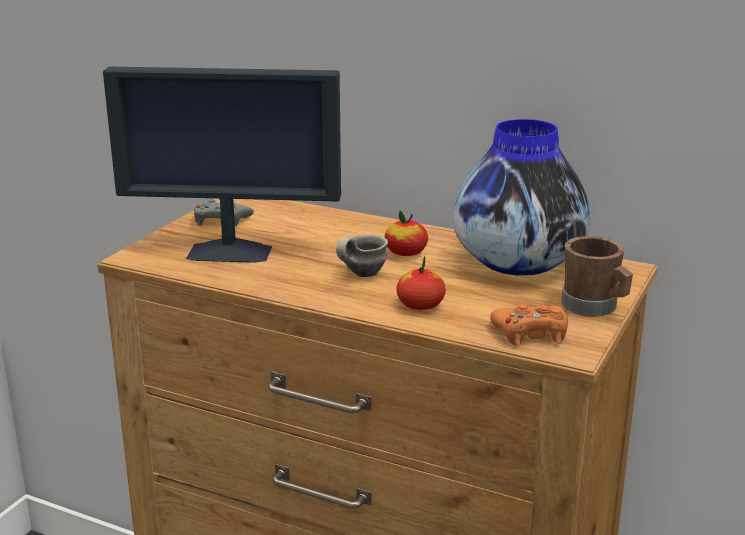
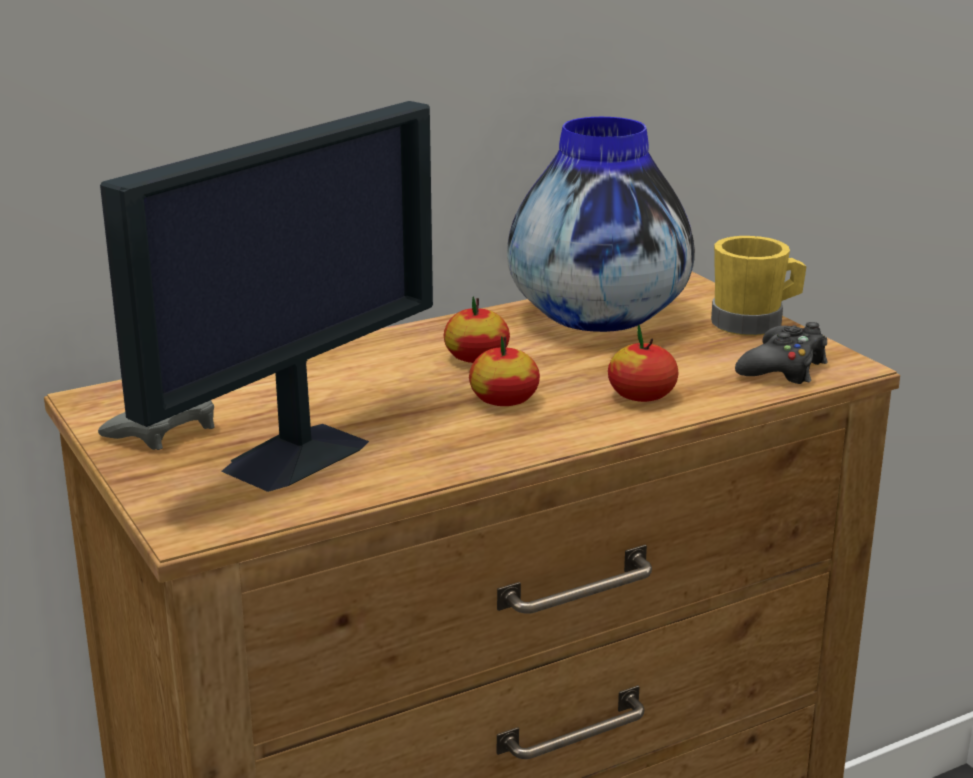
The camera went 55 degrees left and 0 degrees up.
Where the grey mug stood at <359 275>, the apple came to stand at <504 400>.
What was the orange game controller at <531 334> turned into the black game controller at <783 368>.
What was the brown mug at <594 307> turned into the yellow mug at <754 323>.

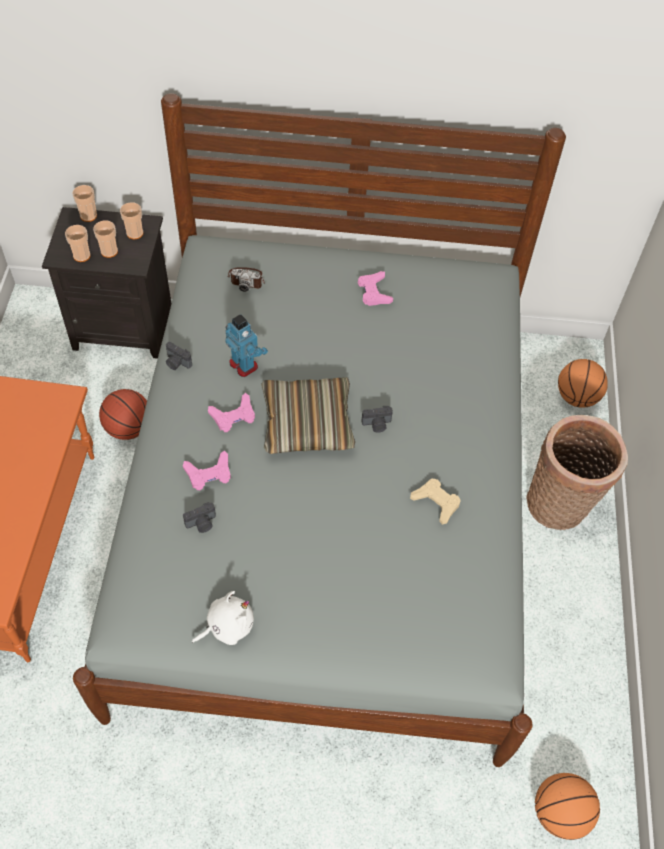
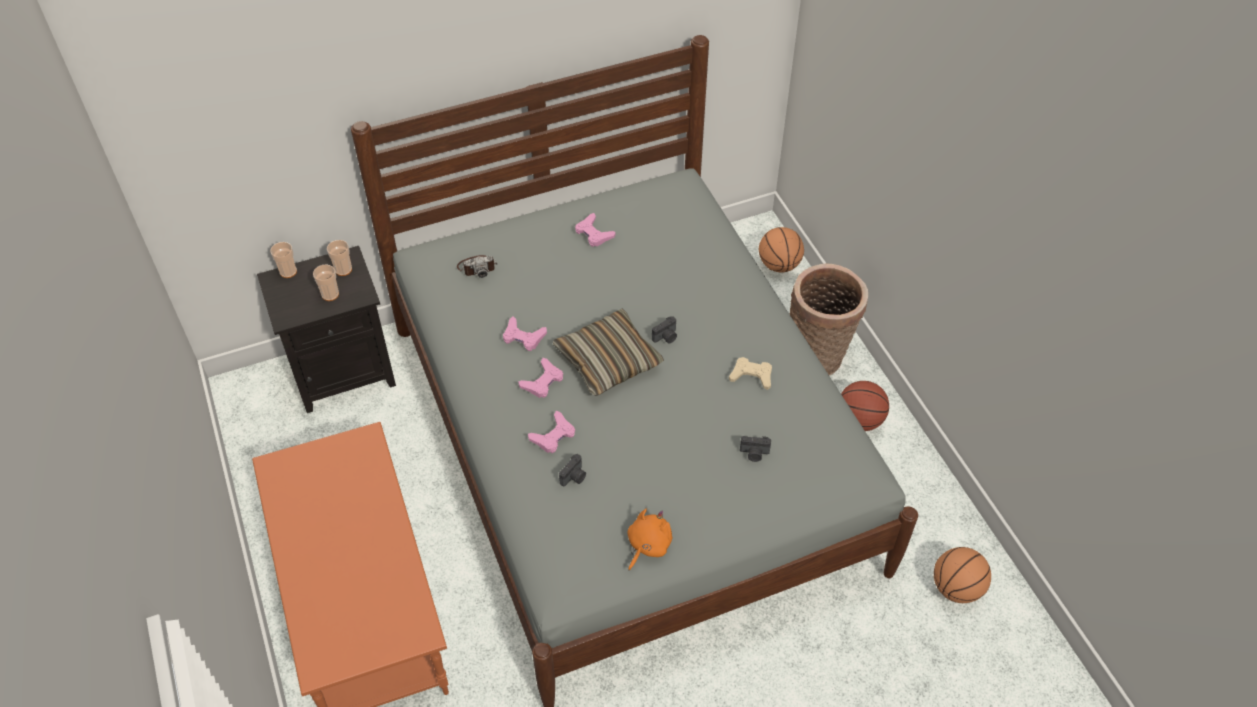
The camera went 25 degrees left and 5 degrees down.
The second view lost the cup at <81 255>.
The basketball ended up elsewhere, having gone from <129 428> to <859 420>.
The photo camera ended up elsewhere, having gone from <177 363> to <754 454>.
What was the white plush toy at <227 626> turned into the orange plush toy at <647 545>.
Where the toy robot stood at <244 365>, the pink game controller came to stand at <523 337>.

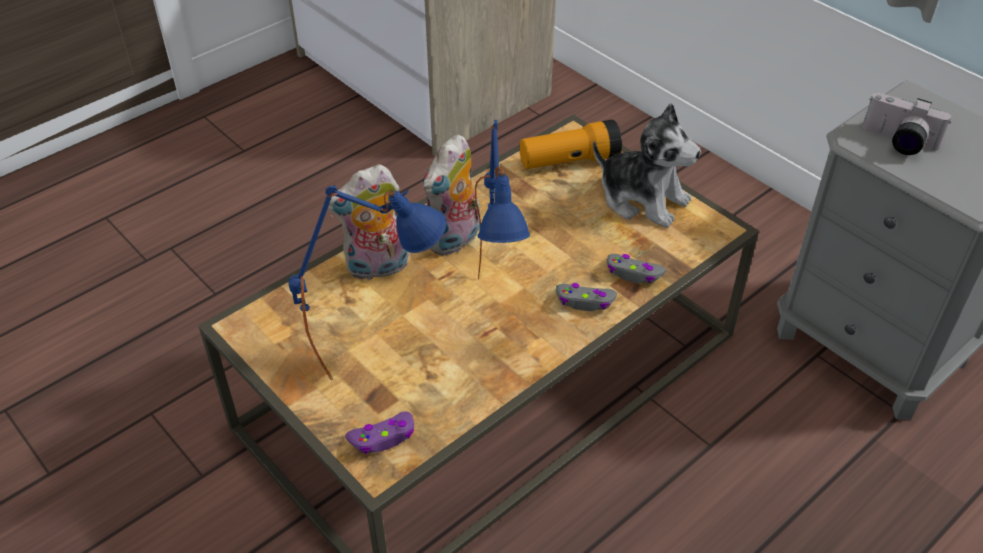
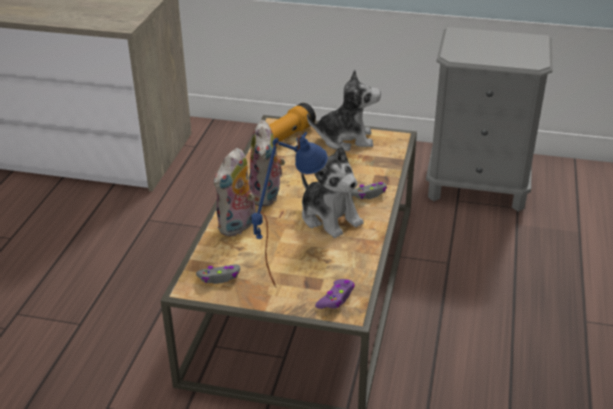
The camera went 35 degrees left and 10 degrees down.
Where the blue table lamp stood at <498 312>, the plush toy came to stand at <330 217>.
The grey game controller ended up elsewhere, having gone from <633 274> to <219 277>.
The second view lost the photo camera at <897 142>.

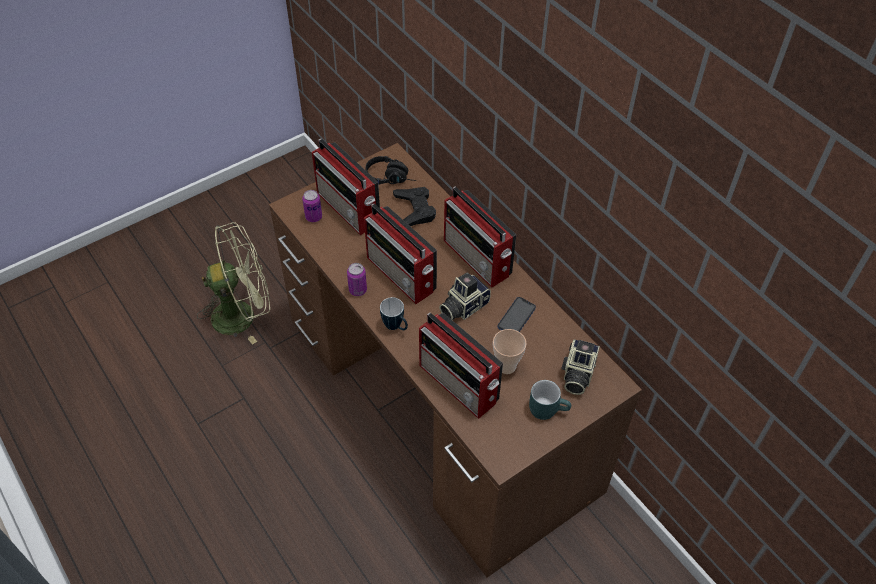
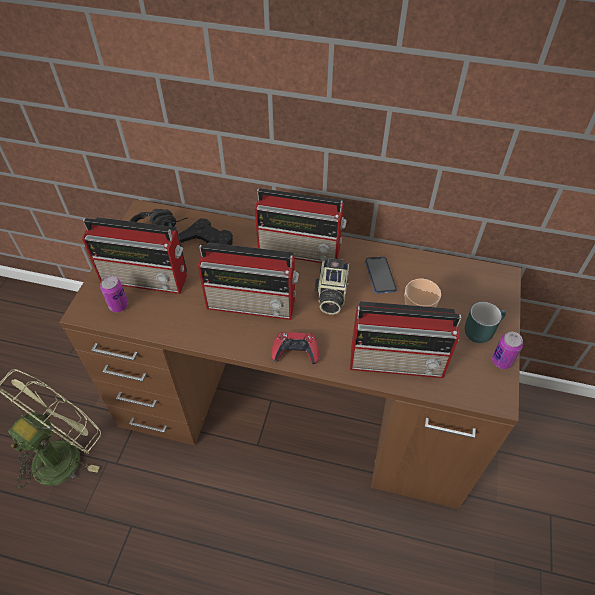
The camera went 40 degrees left and 0 degrees up.
The can ended up elsewhere, having gone from <358 290> to <501 361>.
Where the mug stood at <396 327>, the red game controller came to stand at <295 351>.
The second view lost the photo camera at <577 374>.

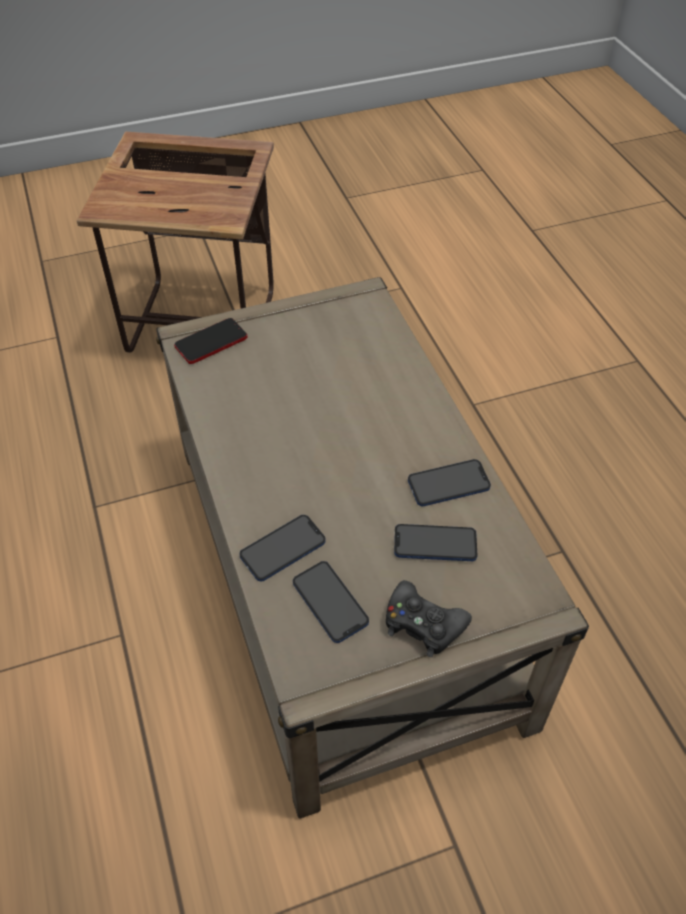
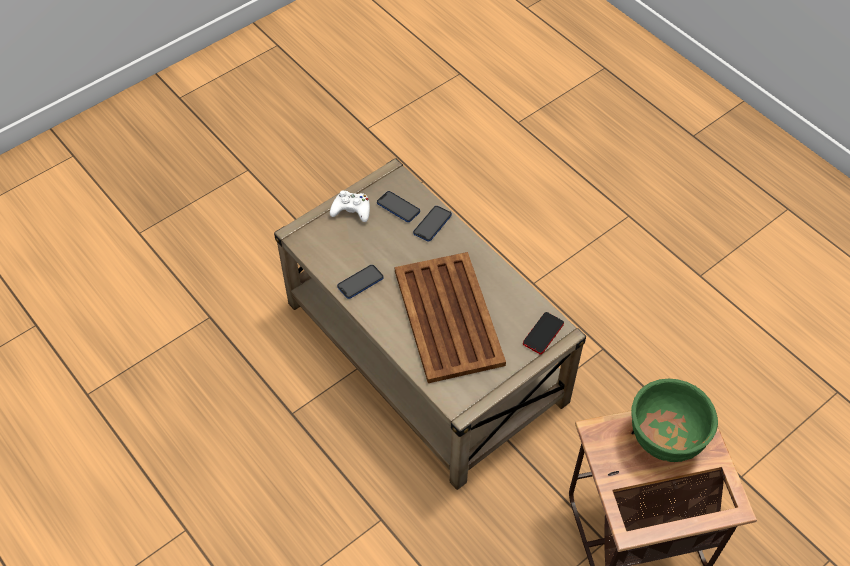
The camera went 160 degrees right and 5 degrees up.
What was the black game controller at <423 624> turned into the white game controller at <351 210>.
The second view lost the phone at <435 544>.
The second view gained the brown tray at <448 318>.
The second view gained the green bowl at <665 437>.

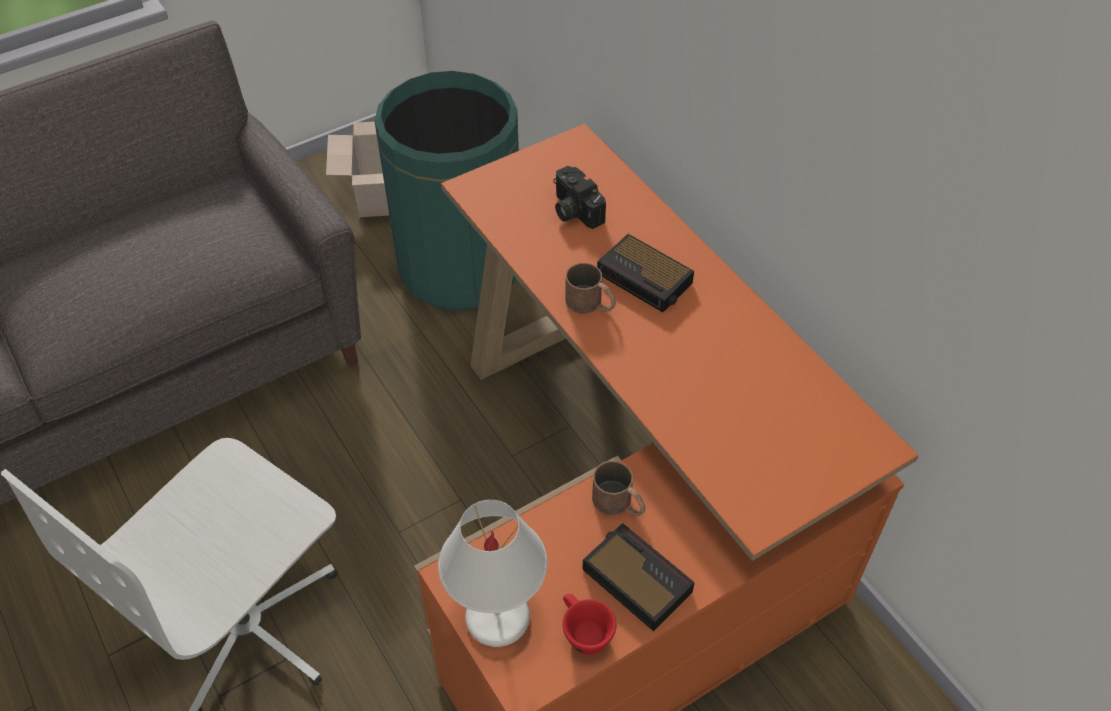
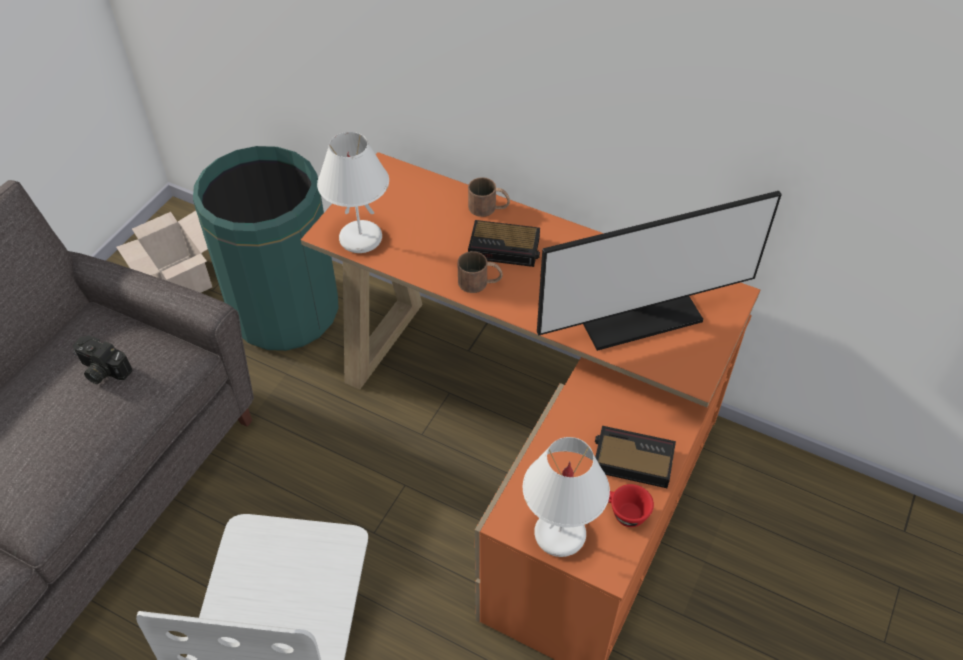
The camera went 30 degrees left and 0 degrees up.
The photo camera ended up elsewhere, having gone from <573 210> to <101 370>.
The brown mug ended up elsewhere, having gone from <619 504> to <489 207>.
The second view gained the white table lamp at <360 239>.
The second view gained the monitor at <639 316>.

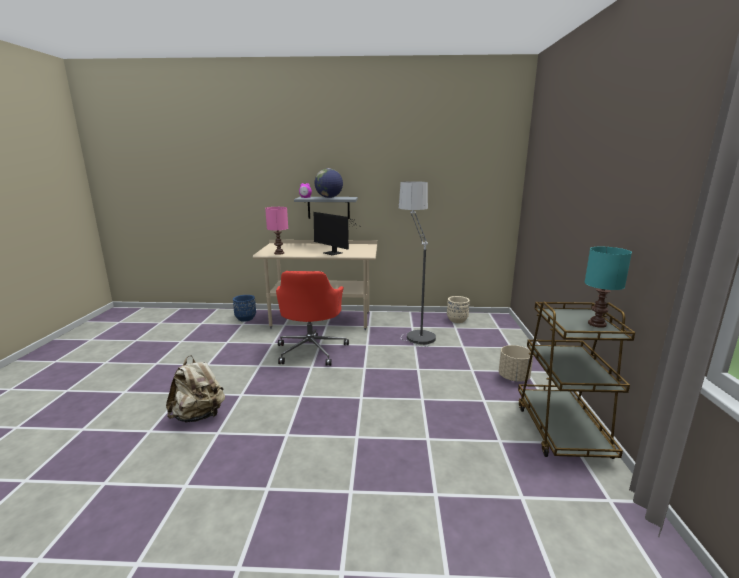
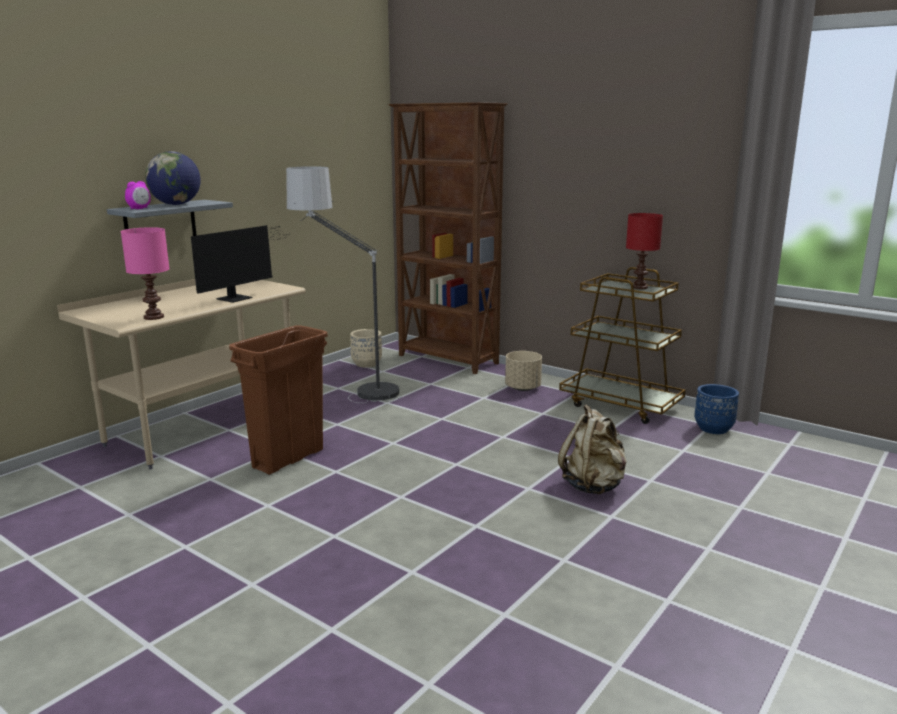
The camera went 55 degrees left and 0 degrees up.
The beige backpack ended up elsewhere, having gone from <199 416> to <593 486>.
The blue planter ended up elsewhere, having gone from <245 318> to <713 428>.
Where the red office chair stood at <311 350>, the brown trash can came to stand at <288 459>.
The monitor at <334 253> ended up facing another way, 45 degrees counterclockwise from before.
What was the turquoise table lamp at <597 324> turned into the red table lamp at <640 287>.
The second view gained the brown bookcase at <448 360>.

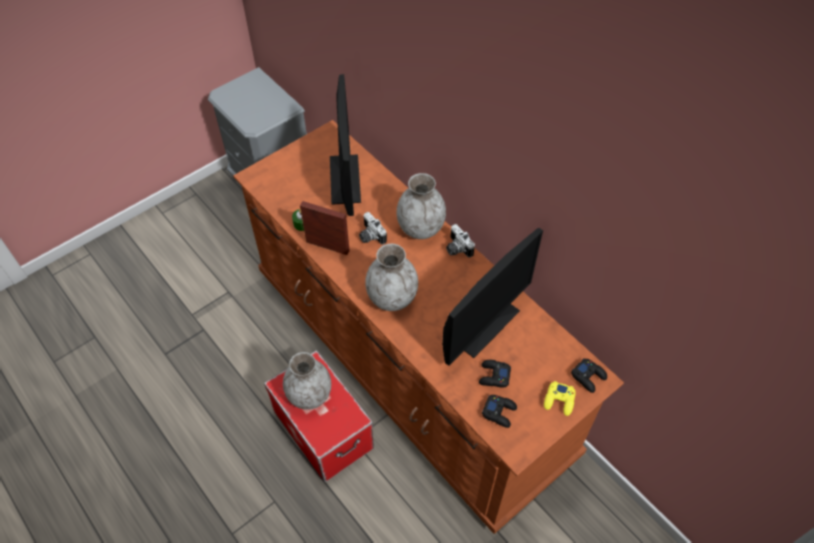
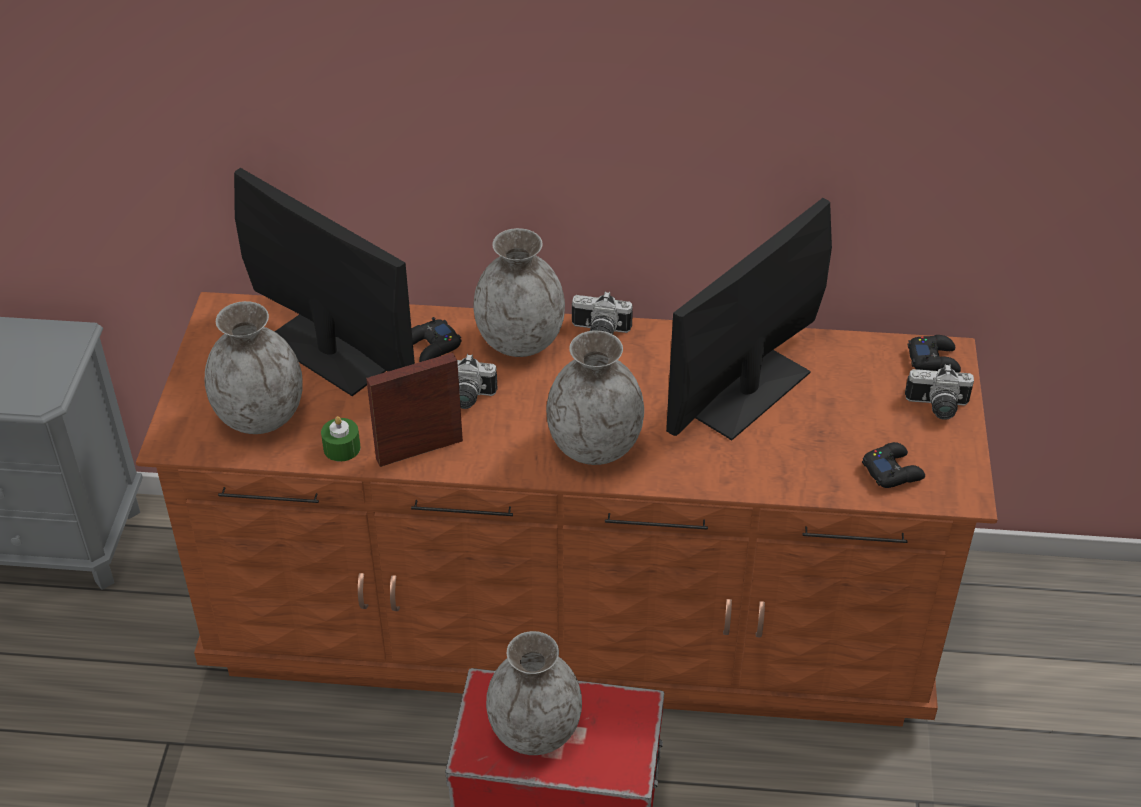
The camera went 45 degrees left and 10 degrees down.
The monitor at <484 324> ended up facing another way, 135 degrees counterclockwise from before.
The black game controller ended up elsewhere, having gone from <494 376> to <432 347>.
Where the yellow game controller stood at <559 400>, the photo camera came to stand at <937 407>.
The second view gained the grey vase at <261 416>.

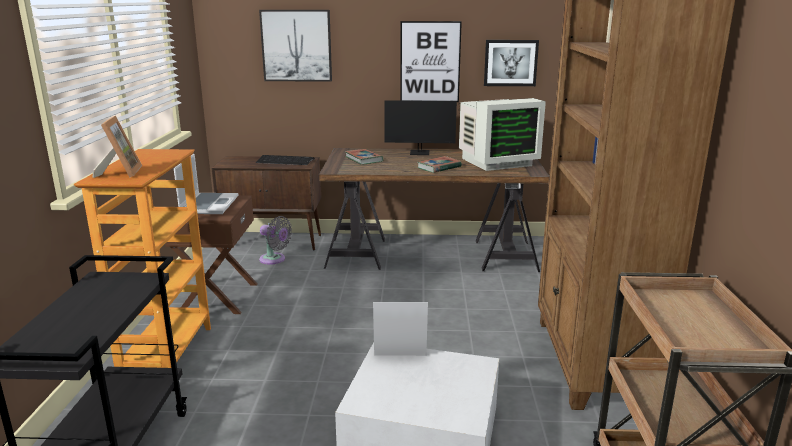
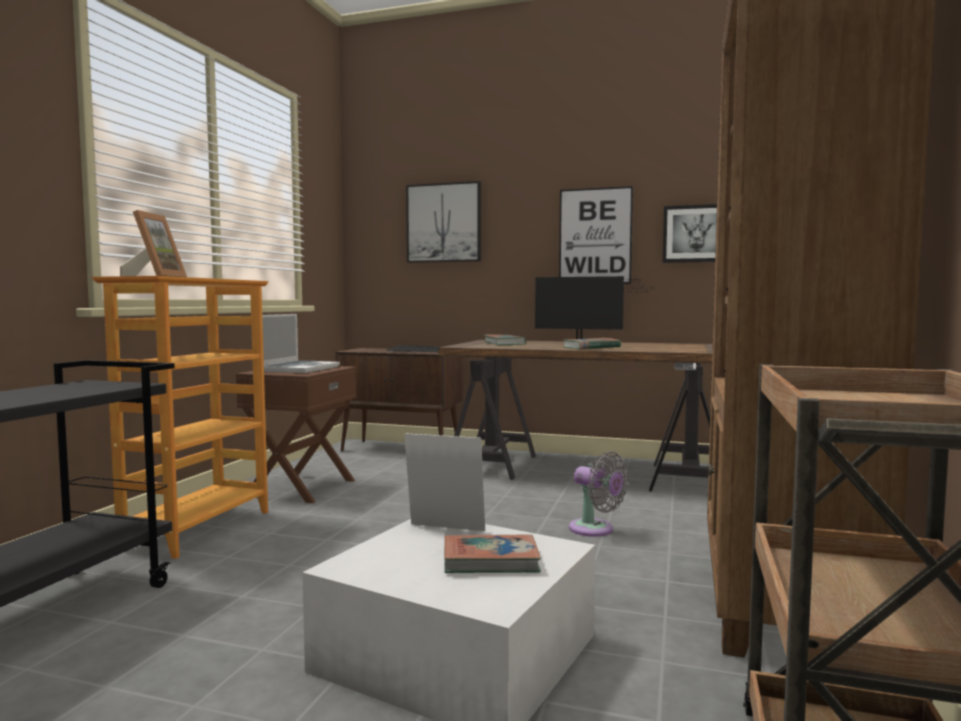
The camera went 15 degrees right and 15 degrees down.
The grey fan ended up elsewhere, having gone from <274 260> to <595 530>.
The second view lost the monitor at <496 162>.
The second view gained the book at <490 560>.

